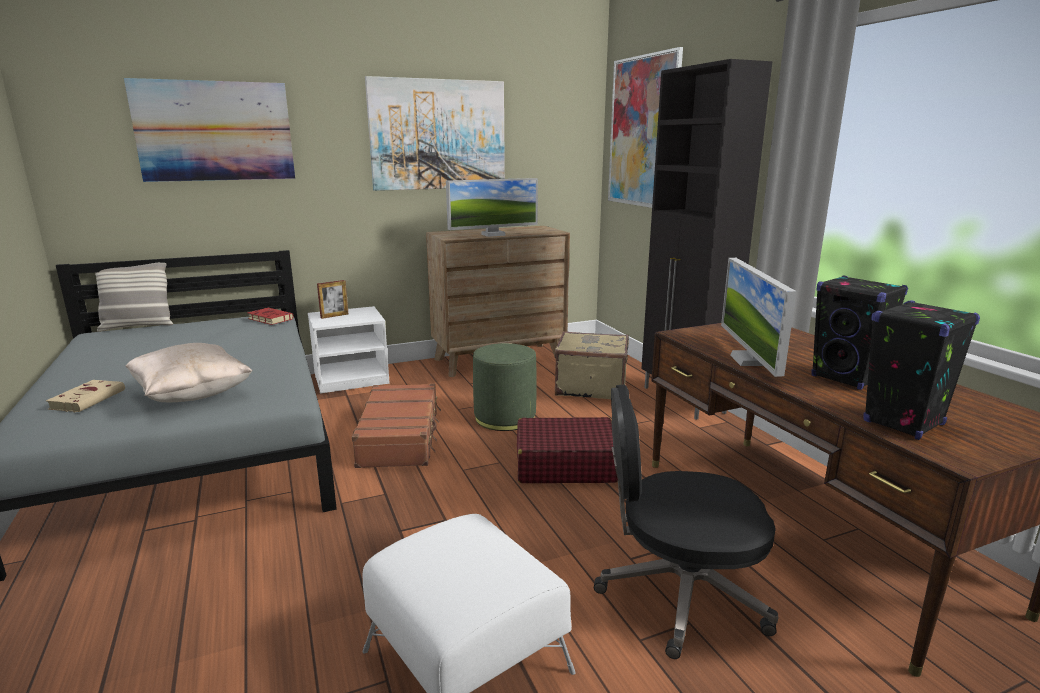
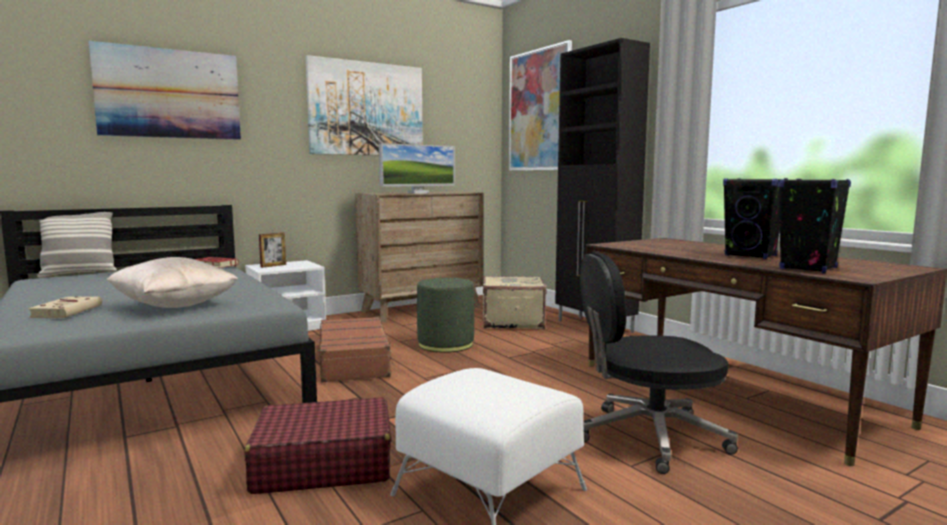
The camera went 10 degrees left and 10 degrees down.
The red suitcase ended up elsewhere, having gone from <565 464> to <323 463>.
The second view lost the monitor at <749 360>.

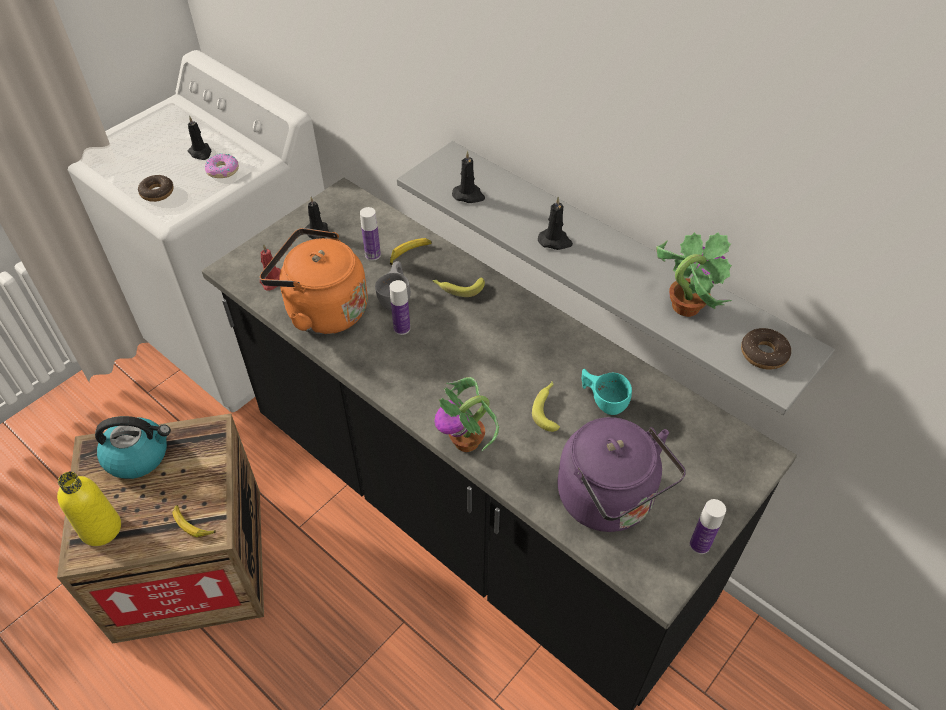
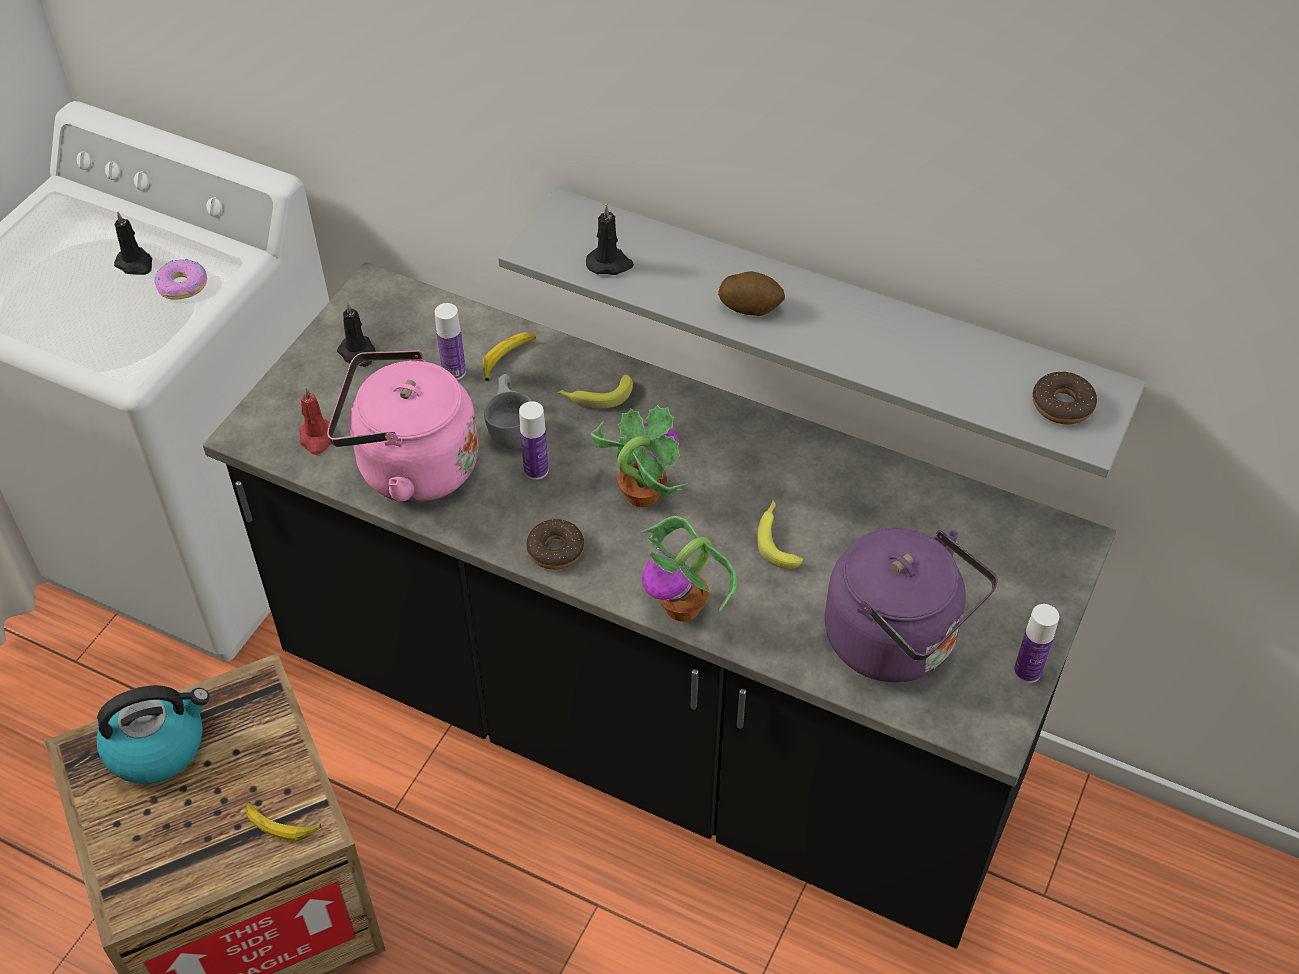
The camera went 15 degrees left and 0 degrees up.
The second view lost the yellow bottle at <101 528>.
The donut ended up elsewhere, having gone from <157 192> to <555 550>.
What was the orange kettle at <322 310> turned into the pink kettle at <410 467>.
Where the black candle stood at <555 241>, the potato came to stand at <750 307>.
The second view lost the turquoise cup at <603 400>.
The potted plant ended up elsewhere, having gone from <684 306> to <640 493>.

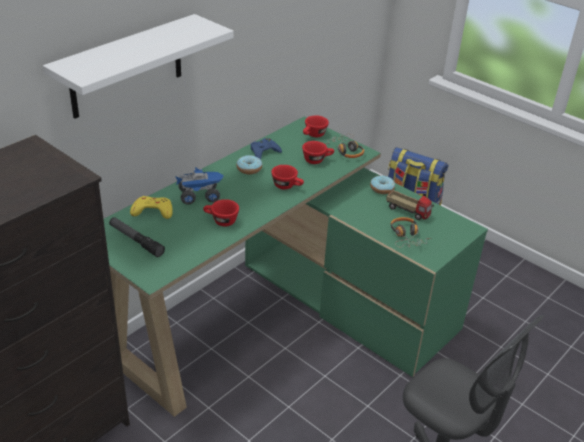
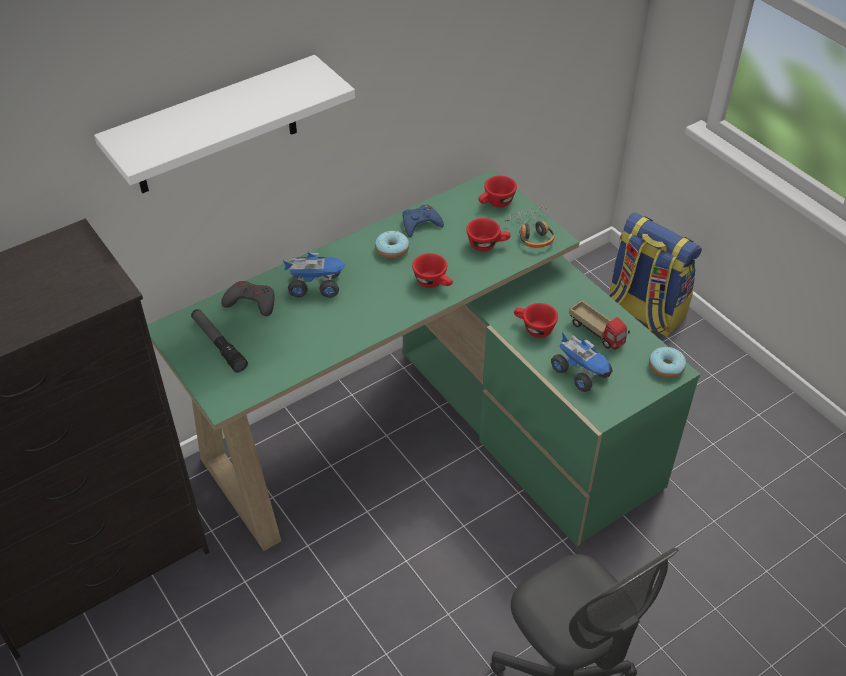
The camera went 15 degrees right and 10 degrees up.
What was the yellow game controller at <152 211> turned into the grey game controller at <251 302>.
The red cup ended up elsewhere, having gone from <220 221> to <533 329>.
The donut ended up elsewhere, having gone from <382 189> to <666 367>.
Where the headphones stood at <406 237>, the toy truck came to stand at <581 373>.

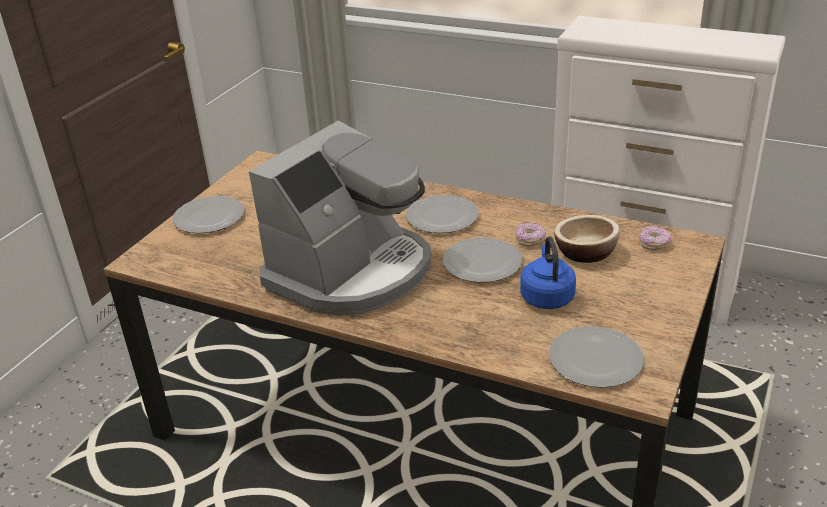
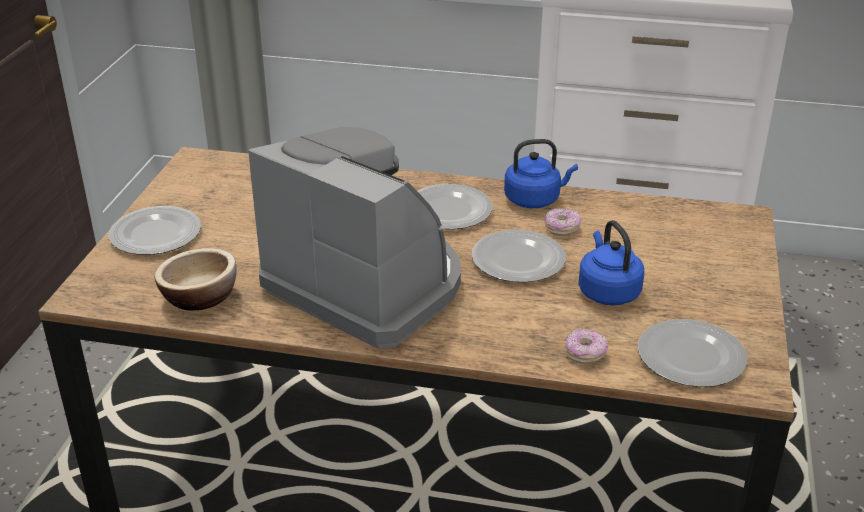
The camera went 15 degrees left and 0 degrees up.
The coffee machine at <352 272> ended up facing another way, 75 degrees counterclockwise from before.
The bowl ended up elsewhere, having gone from <585 253> to <200 297>.
The donut ended up elsewhere, having gone from <653 244> to <585 354>.
The second view gained the blue kettle at <535 199>.

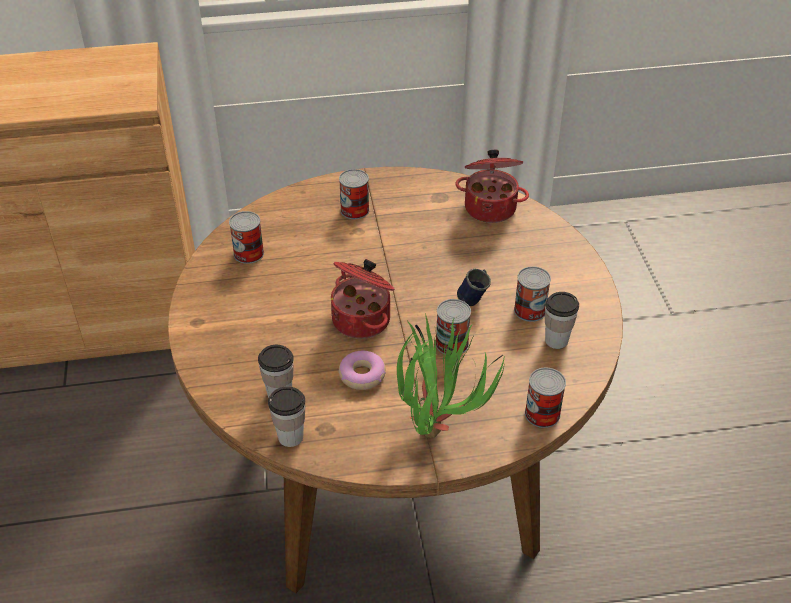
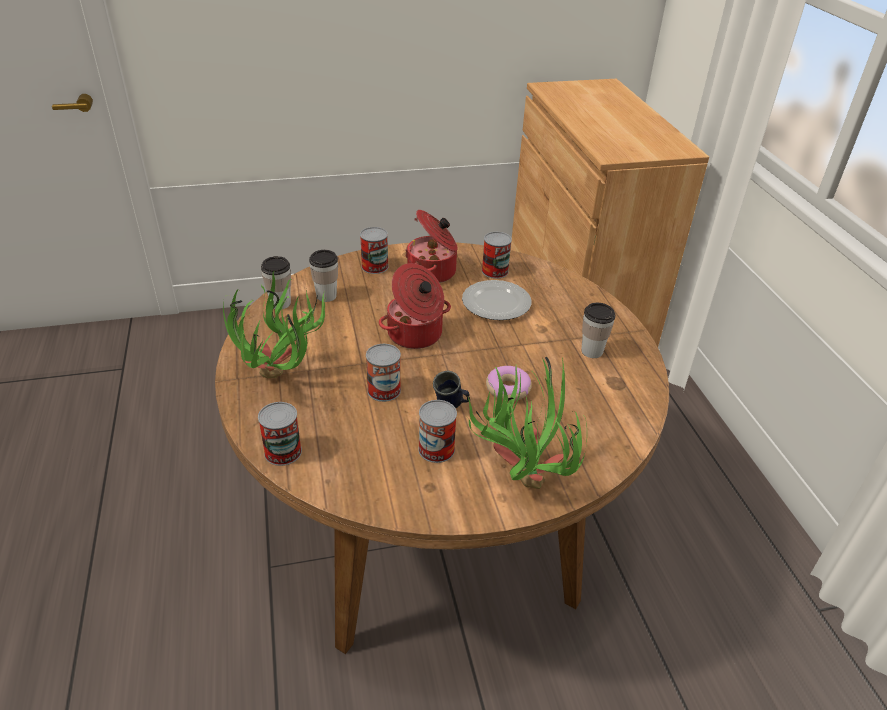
The camera went 85 degrees right and 5 degrees down.
The can ended up elsewhere, having gone from <354 210> to <375 266>.
The donut ended up elsewhere, having gone from <362 375> to <508 389>.
The cooking pot ended up elsewhere, having gone from <490 207> to <433 272>.
The cup ended up elsewhere, having gone from <556 340> to <592 351>.
The second view gained the plate at <497 304>.
The second view gained the potted plant at <519 477>.

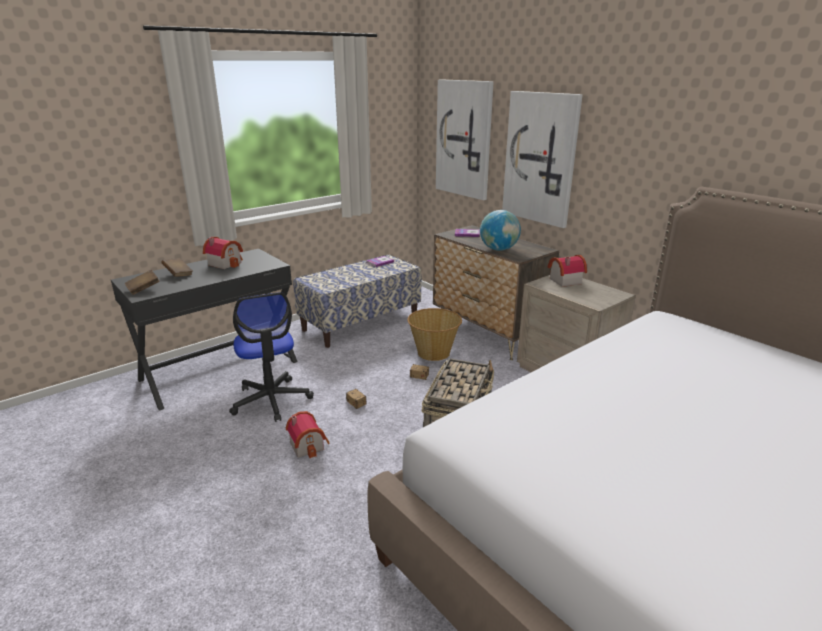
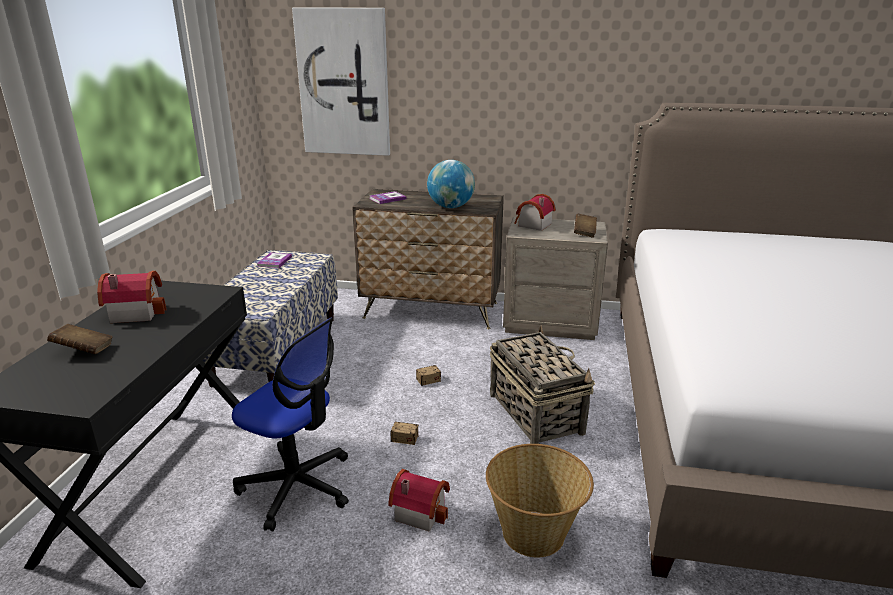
The camera went 40 degrees left and 0 degrees up.
The brown book ended up elsewhere, having gone from <143 289> to <584 233>.
The basket ended up elsewhere, having gone from <434 353> to <534 534>.
The second view lost the picture at <540 158>.

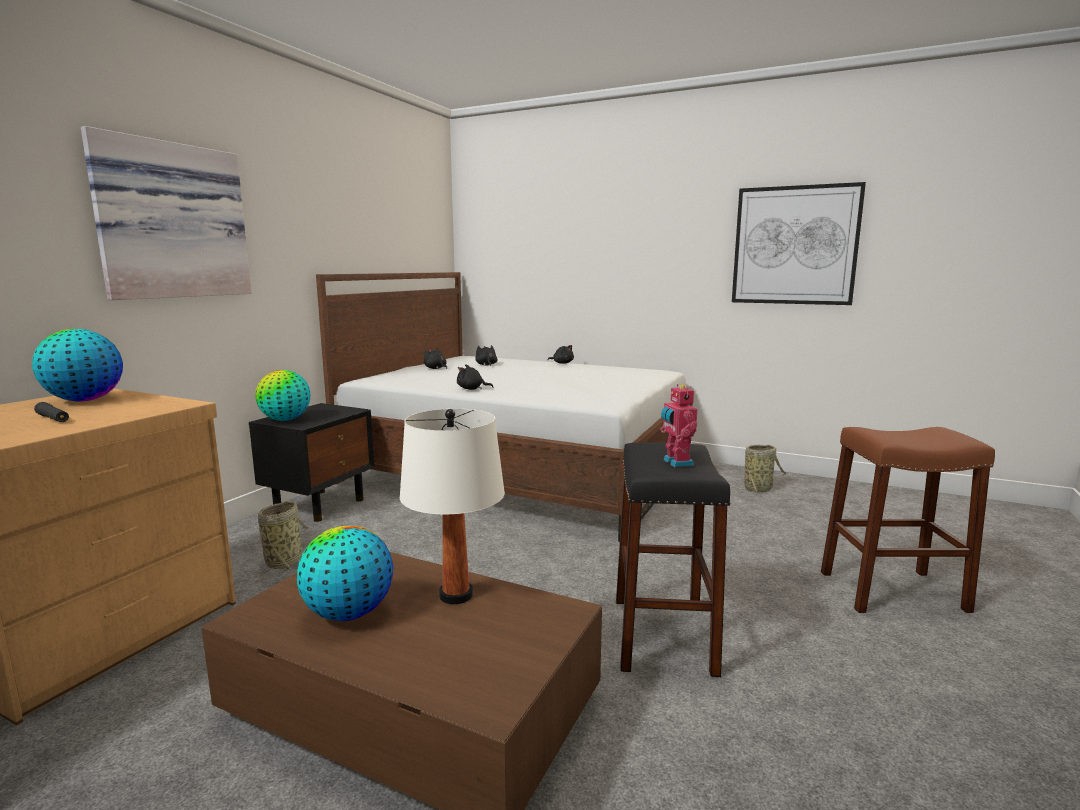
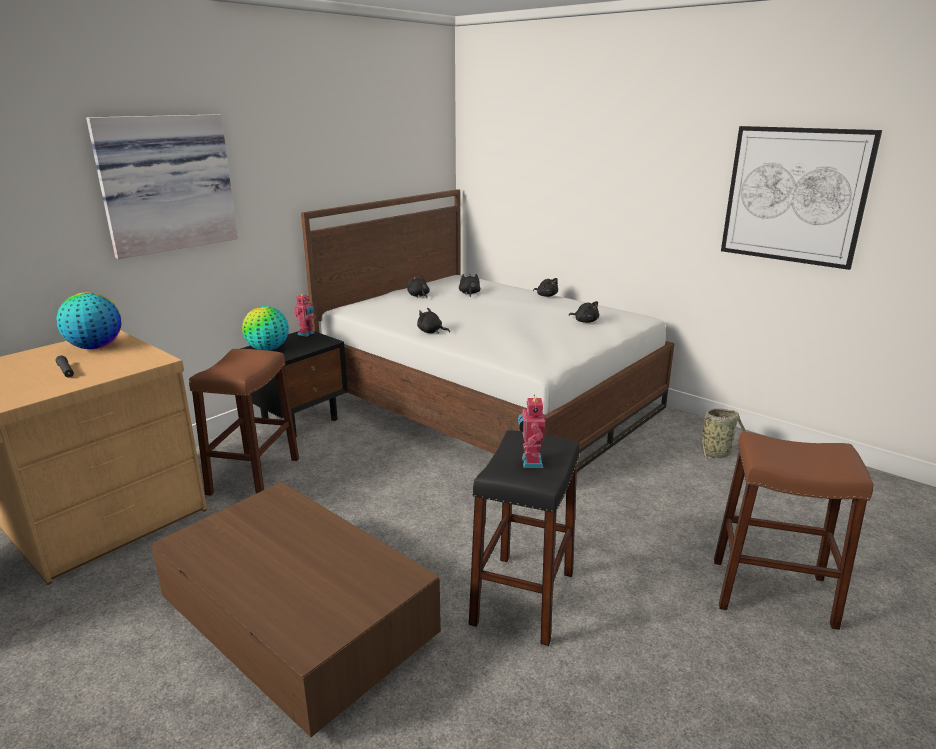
The camera went 15 degrees right and 10 degrees up.
Where the basket stood at <285 561>, the brown stool came to stand at <254 476>.
The second view lost the globe at <348 613>.
The second view lost the white table lamp at <456 595>.
The second view gained the toy robot at <307 334>.
The second view gained the black plush toy at <585 321>.

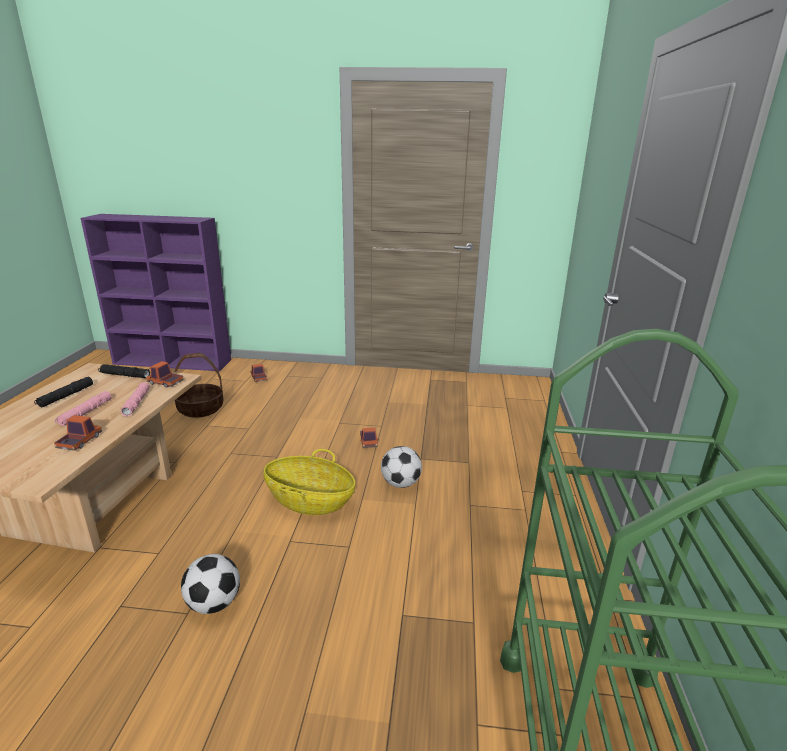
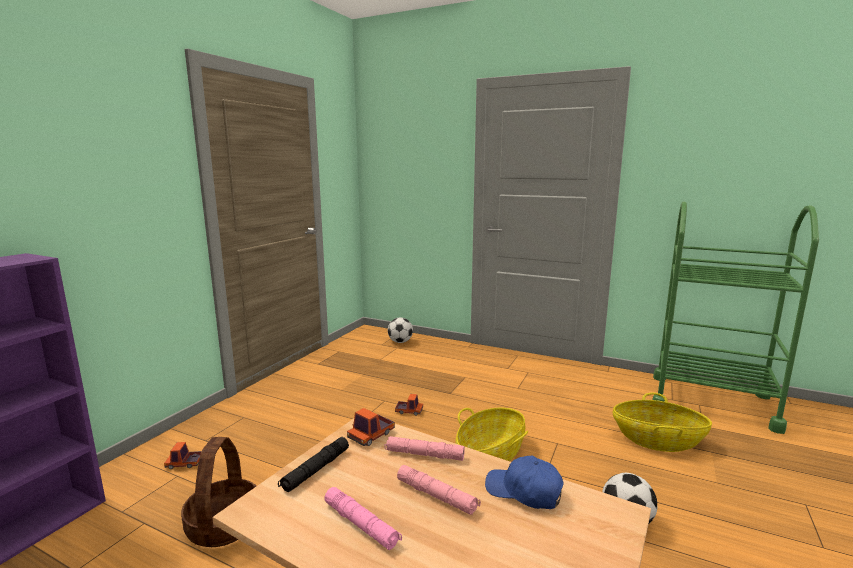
The camera went 70 degrees left and 10 degrees down.
What was the black flashlight at <66 396> turned into the pink flashlight at <361 524>.
Where the toy truck stood at <80 442>, the blue cap came to stand at <524 492>.
The football ended up elsewhere, having gone from <401 483> to <400 342>.
The second view gained the basket at <657 440>.

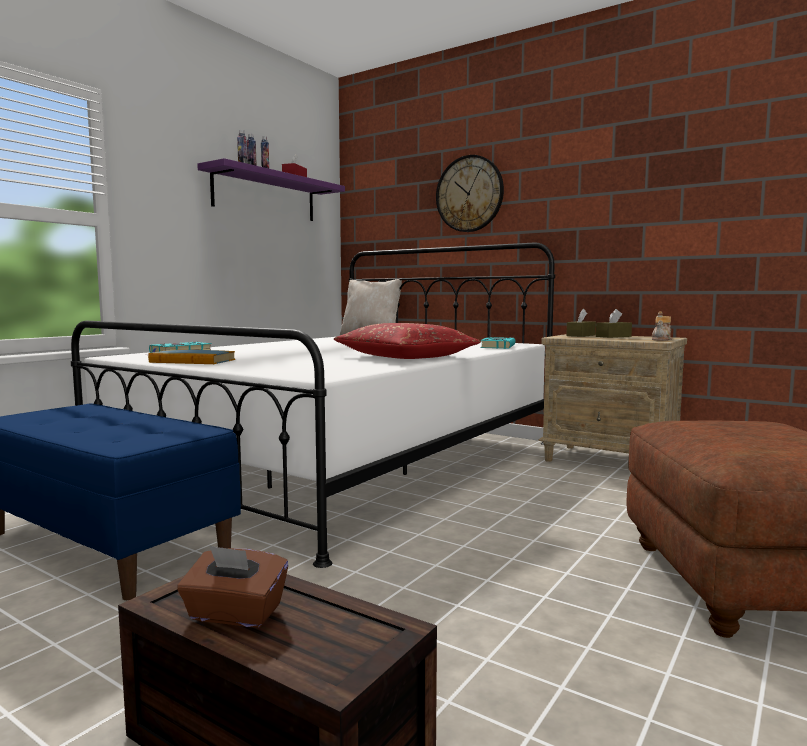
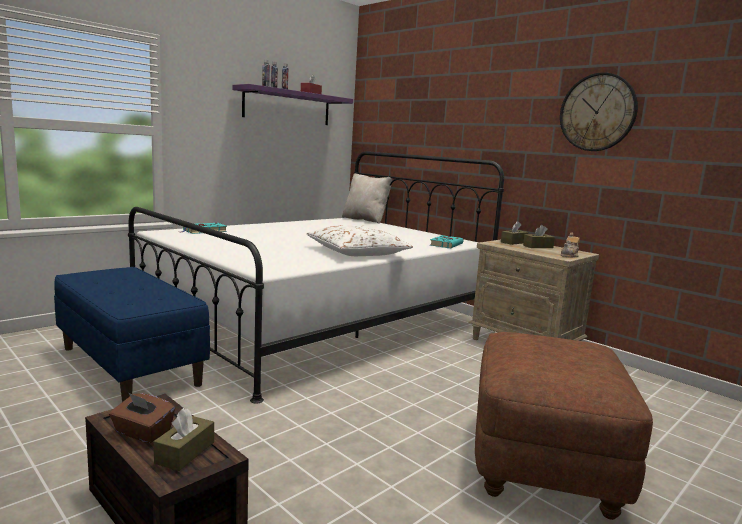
The camera went 10 degrees right and 5 degrees up.
The second view lost the book at <192 361>.
What was the red pillow at <406 357> turned into the white pillow at <357 252>.
The wall clock ended up elsewhere, having gone from <469 194> to <597 112>.
The second view gained the brown tissue box at <185 453>.

